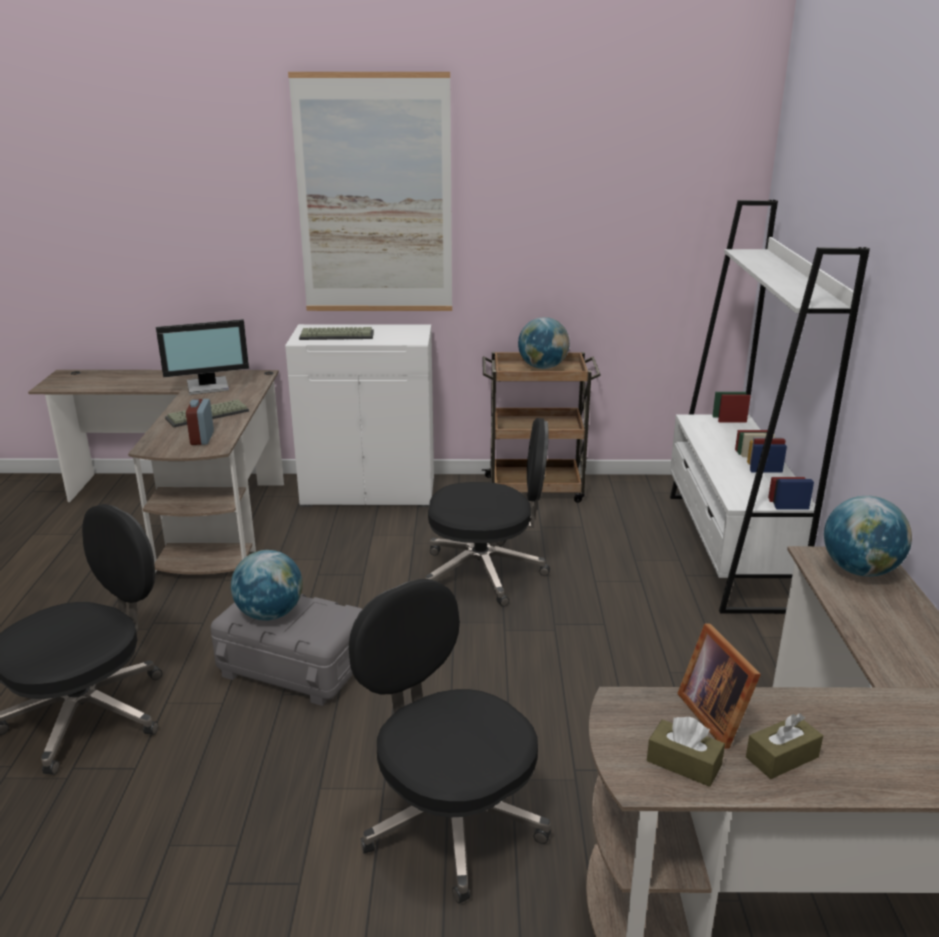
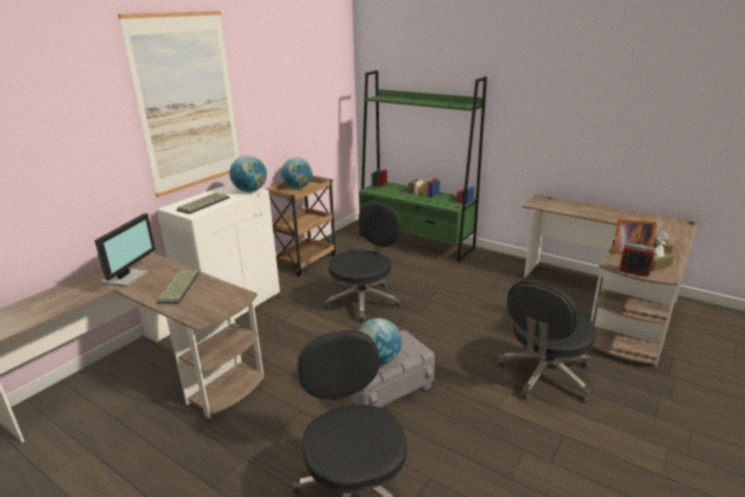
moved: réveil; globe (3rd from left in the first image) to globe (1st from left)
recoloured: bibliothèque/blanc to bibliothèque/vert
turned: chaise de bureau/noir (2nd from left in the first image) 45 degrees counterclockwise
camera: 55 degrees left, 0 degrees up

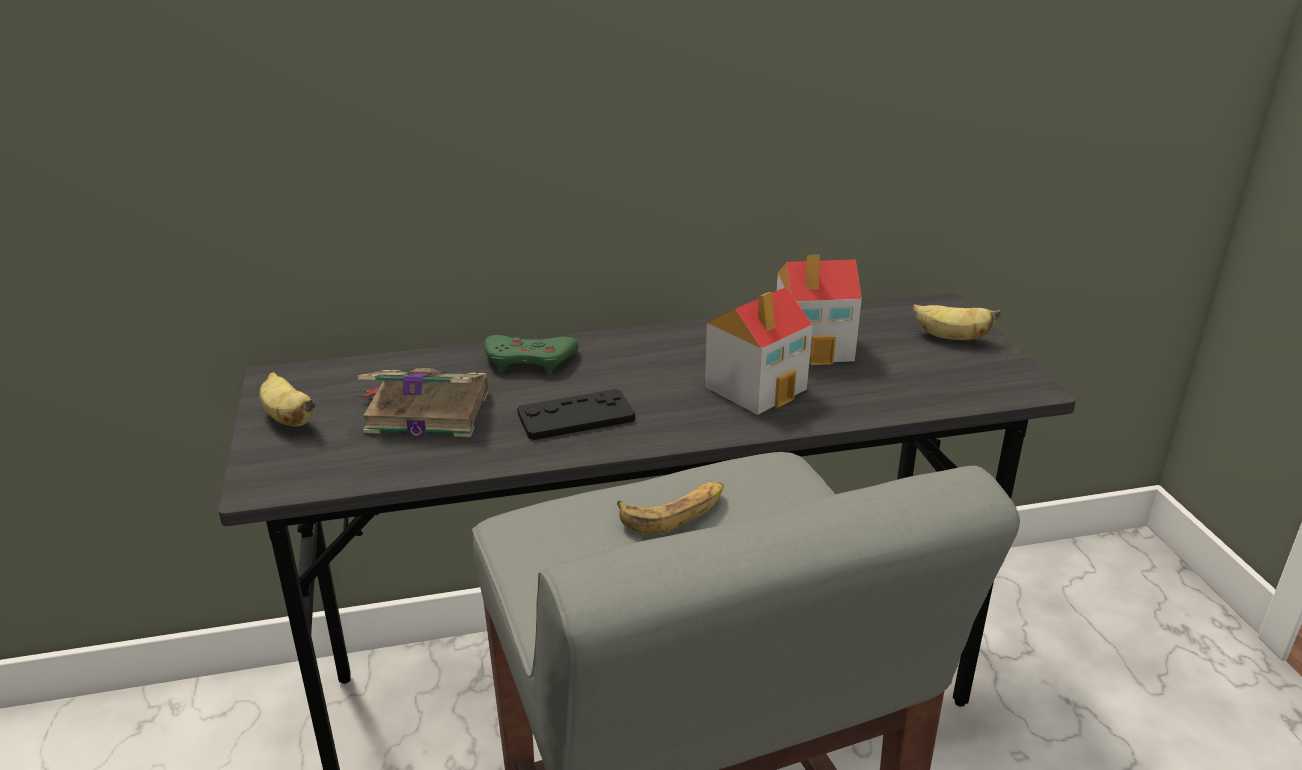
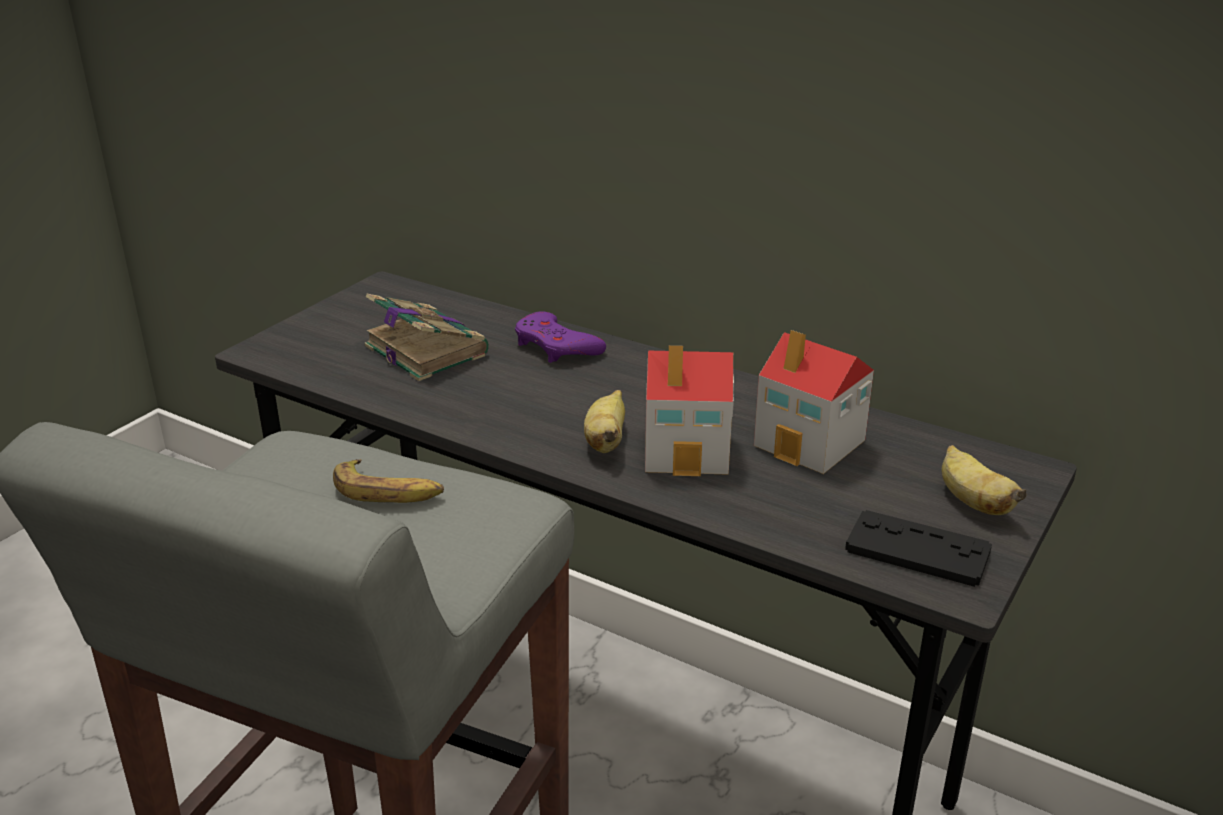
moved: banane (1st from left in the first image) to banane (2nd from left); manette/noir
recoloured: manette/vert to manette/violet
camera: 45 degrees right, 0 degrees up

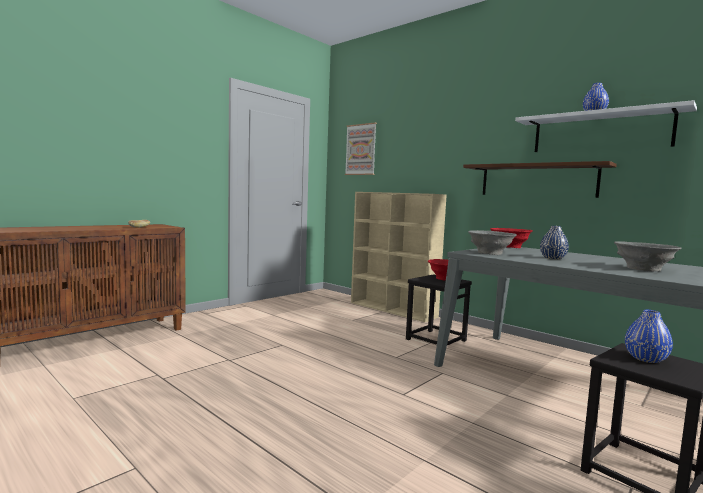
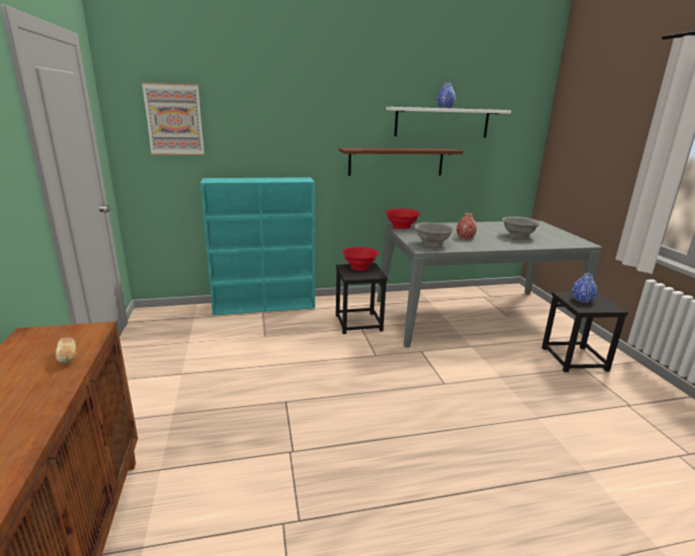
recoloured: bibliothèque/beige to bibliothèque/turquoise; vase/bleu (1st from left) to vase/rouge
camera: 55 degrees left, 15 degrees up

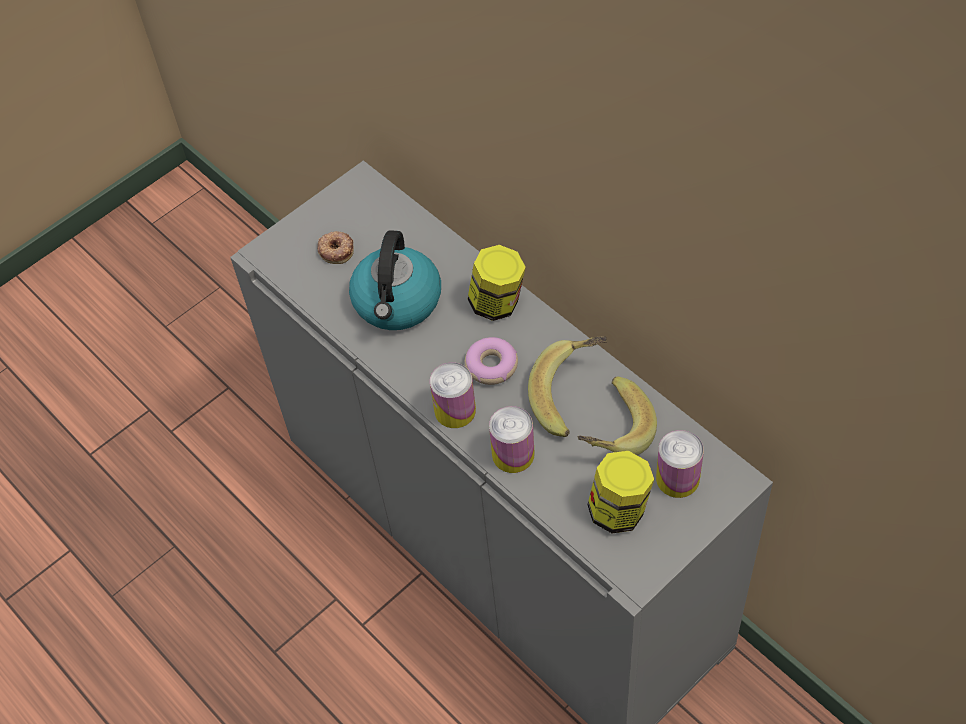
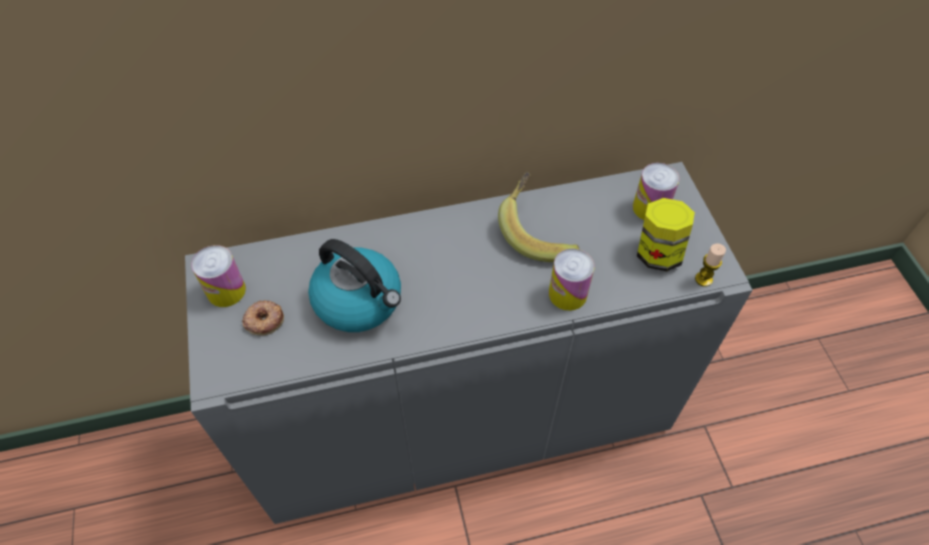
removed: beignet (2nd from left); bocal (1st from left); banane (2nd from left)
added: bougie
moved: boîte métallique (1st from left)
camera: 65 degrees left, 0 degrees up

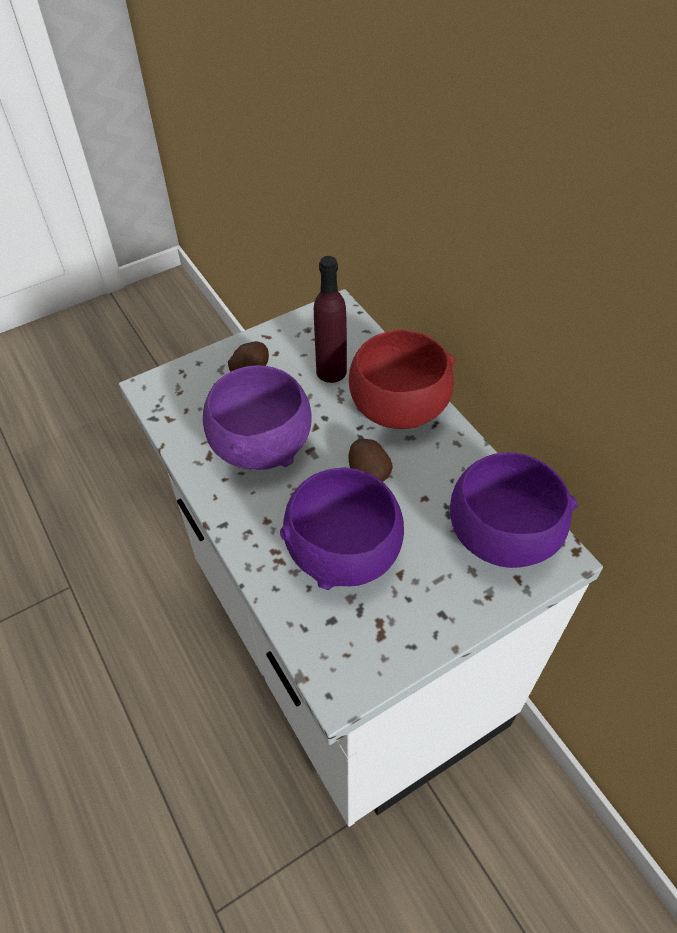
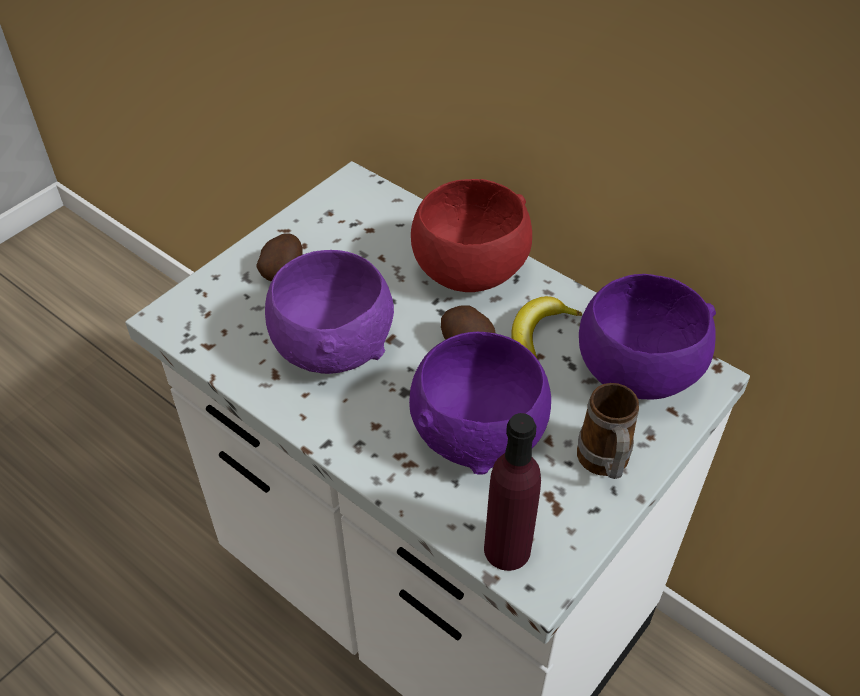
added: banane; mug
moved: bouteille/violet
camera: 20 degrees left, 5 degrees down

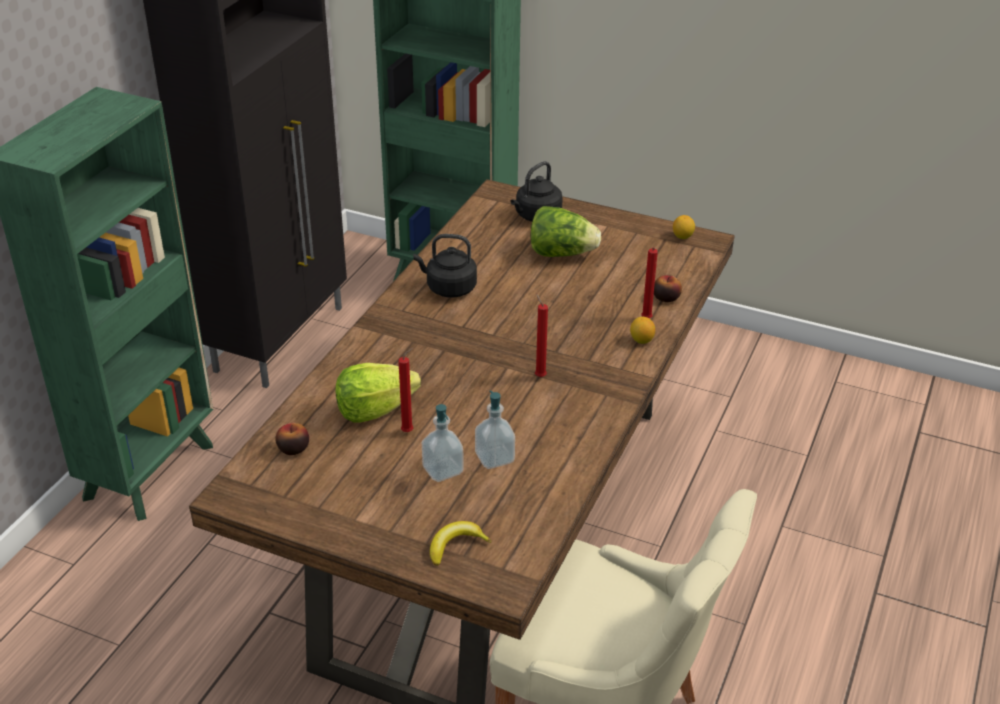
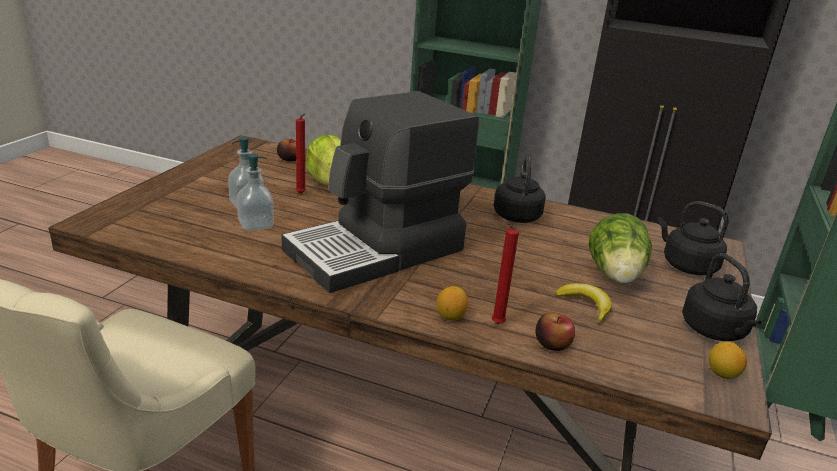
added: bouilloire/noir (3rd from left)
moved: banane
replaced: bougie/rouge (2nd from left) to machine à café
camera: 85 degrees right, 10 degrees down

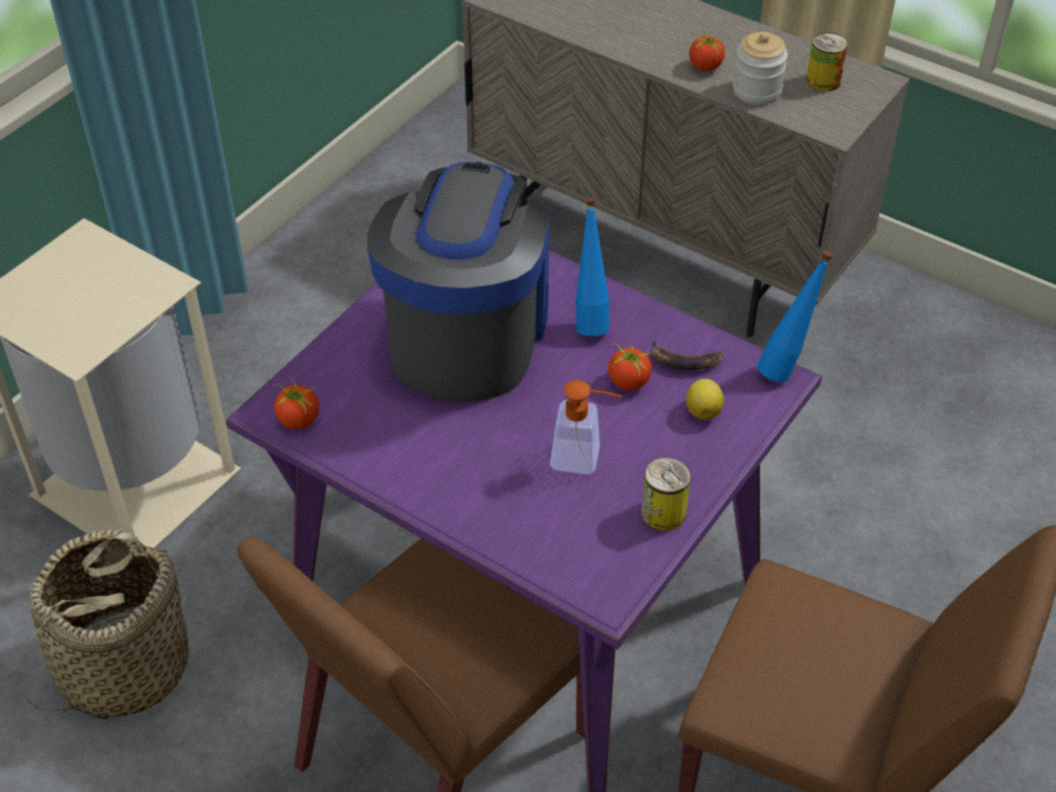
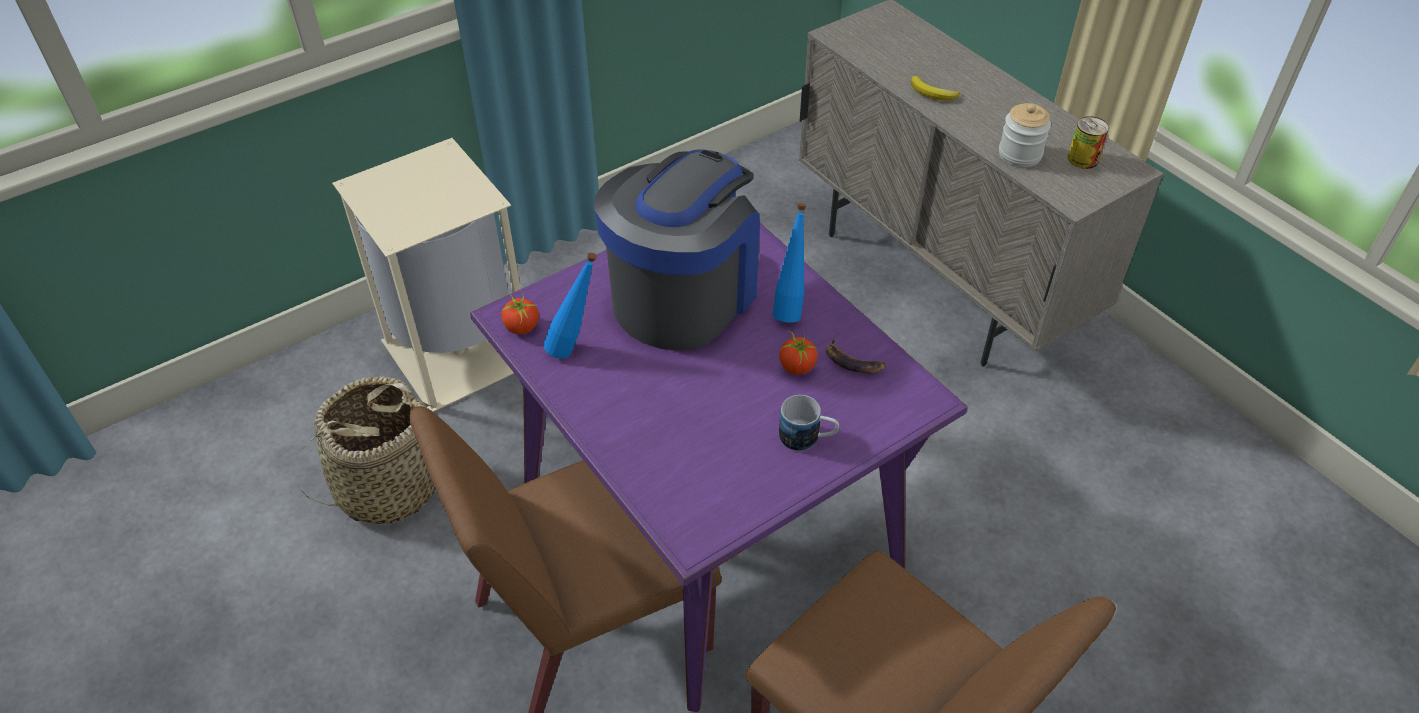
removed: distributeur de savon; boîte métallique (1st from left); citron; tomate (3rd from left)
added: mug; banane (2nd from left)
moved: bouteille/bleu (2nd from left in the first image) to bouteille/bleu (1st from left)
camera: 20 degrees right, 0 degrees up

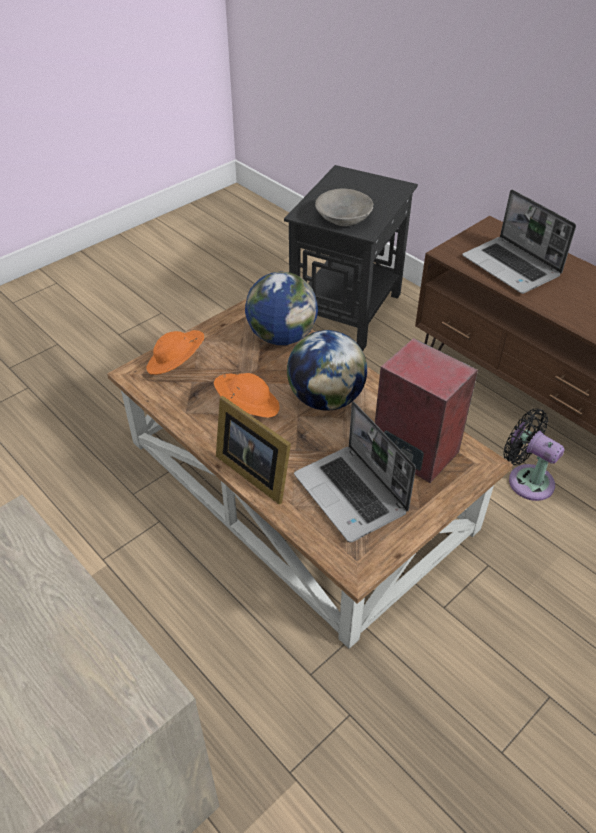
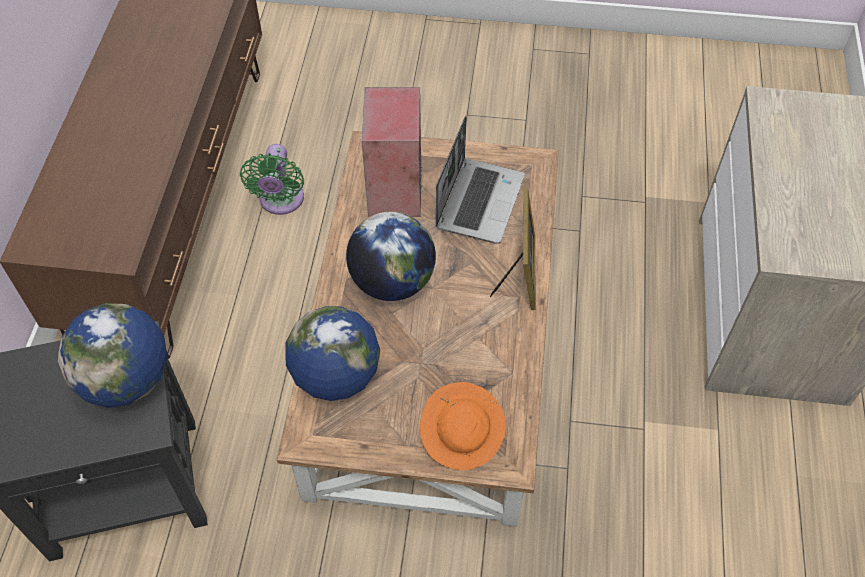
removed: chapeau/orange (2nd from left); ordinateur portable (2nd from left)
replaced: bol/gris to globe (1st from left)
recoloured: ventilateur/noir to ventilateur/vert
camera: 130 degrees left, 10 degrees up

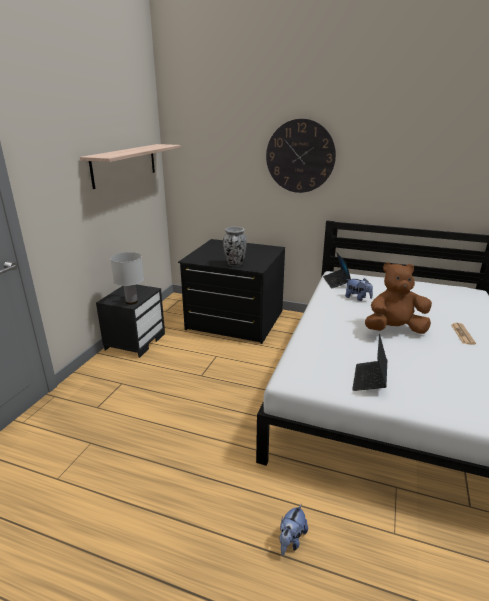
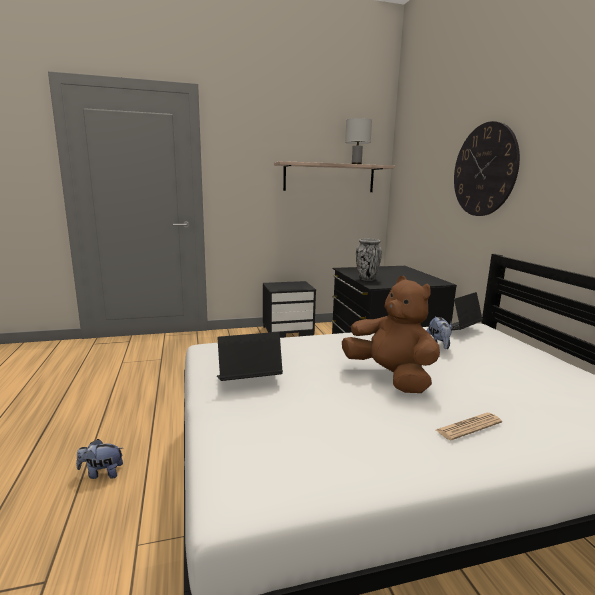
moved: lampe de table/blanc
camera: 55 degrees right, 10 degrees down

